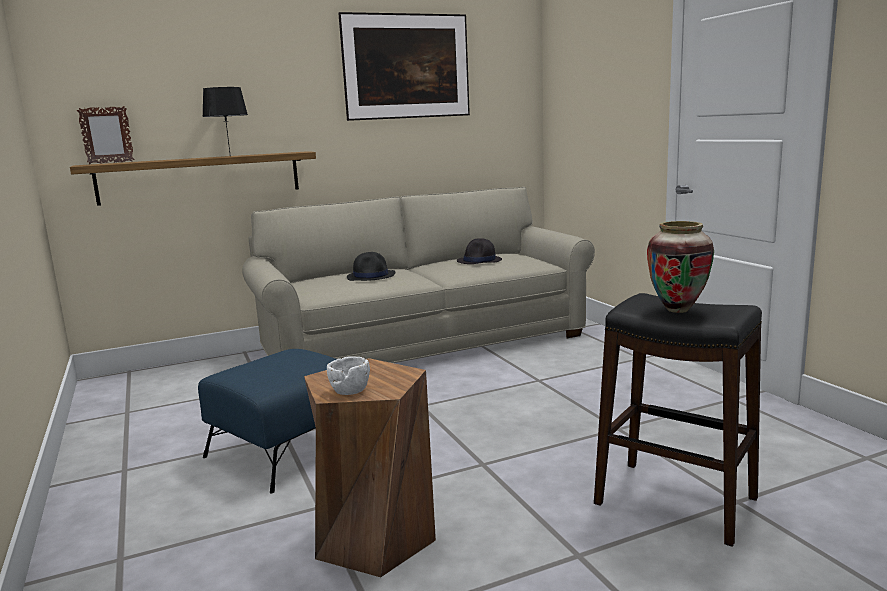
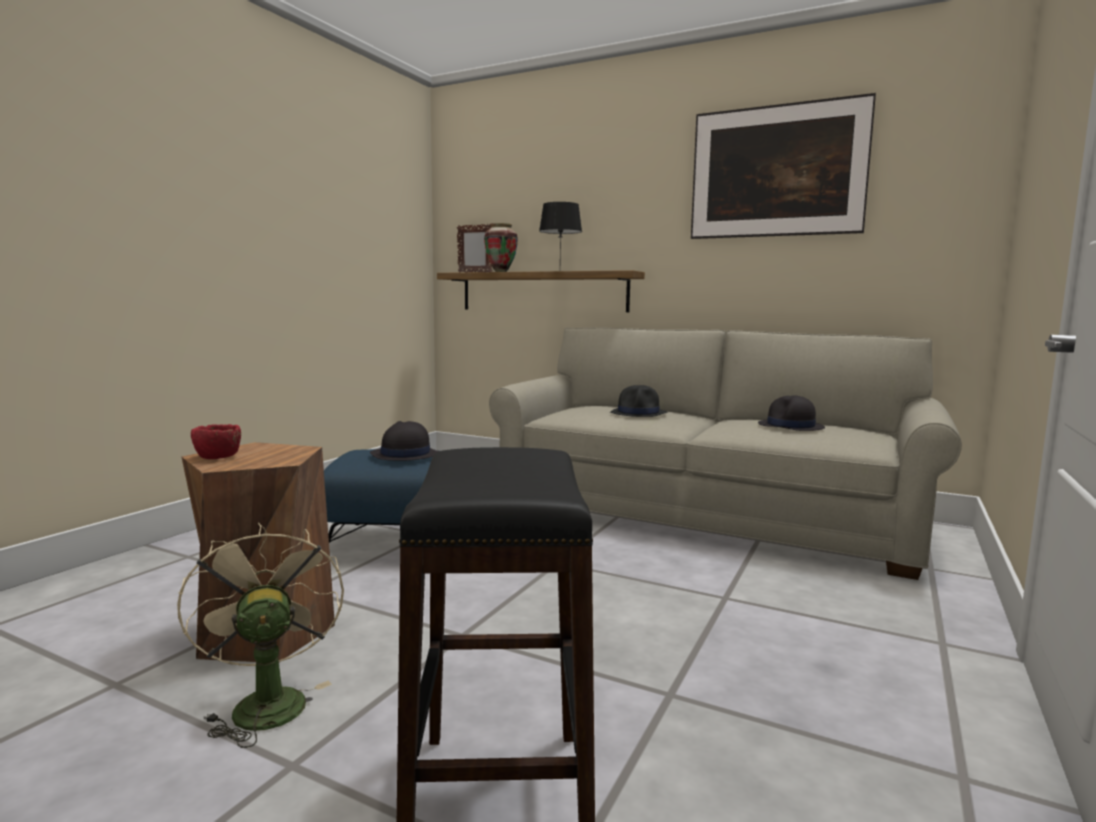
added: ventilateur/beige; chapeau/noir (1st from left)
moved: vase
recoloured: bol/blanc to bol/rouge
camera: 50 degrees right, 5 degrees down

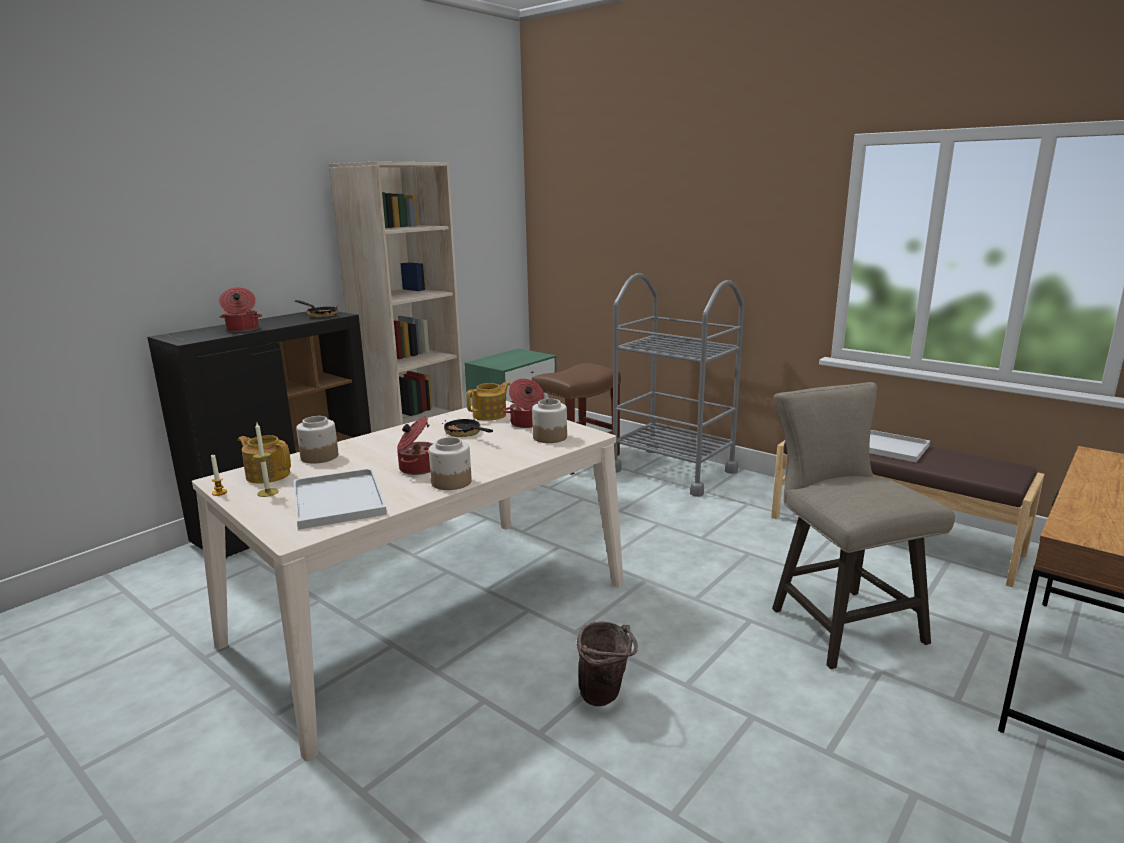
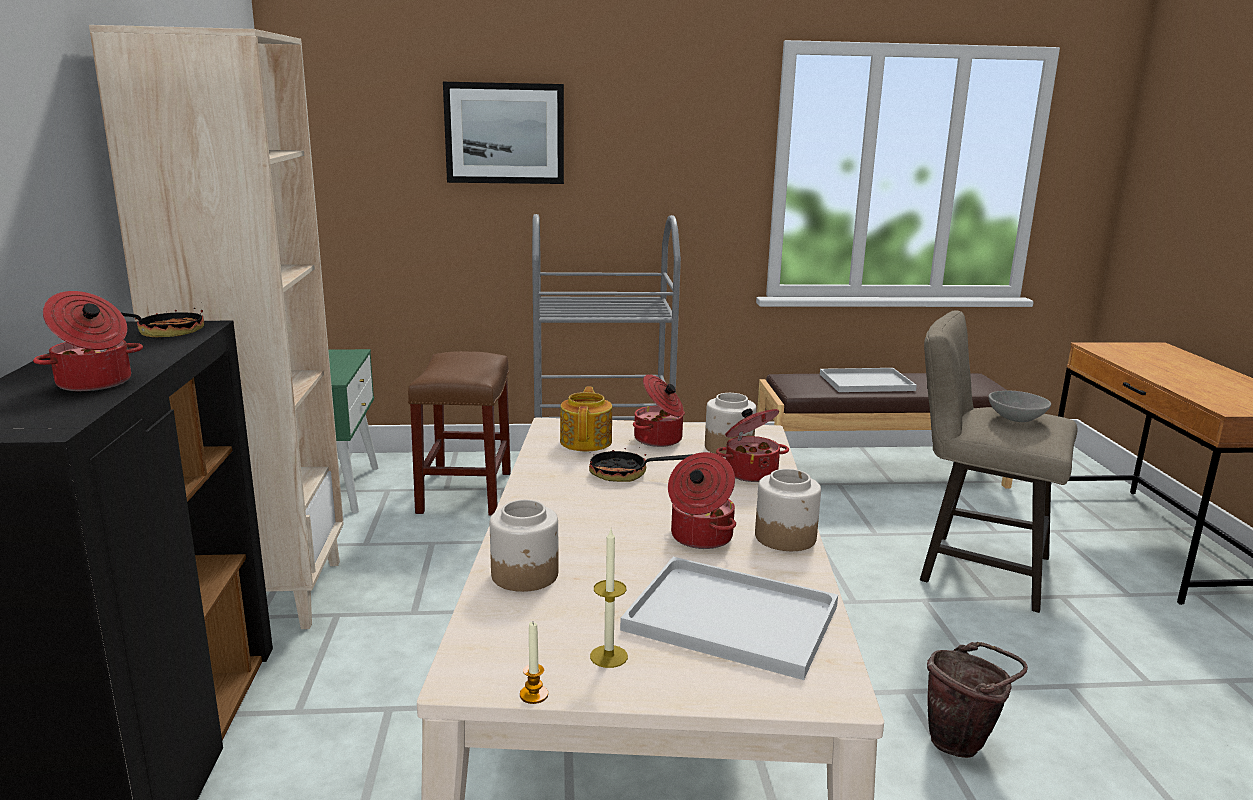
removed: théière (1st from left)
added: tableau; marmite (4th from left); bol/gris
camera: 45 degrees left, 0 degrees up

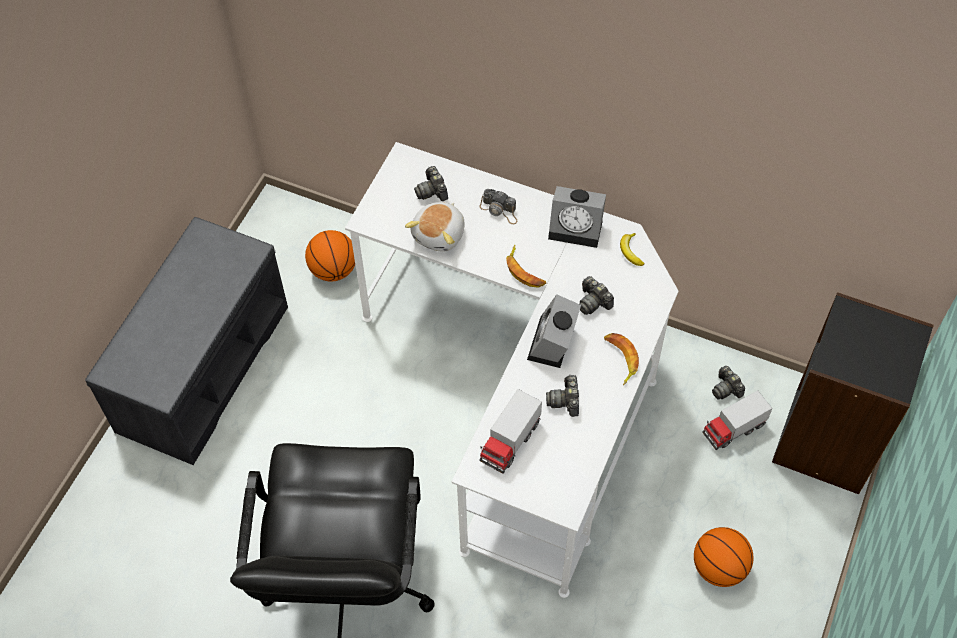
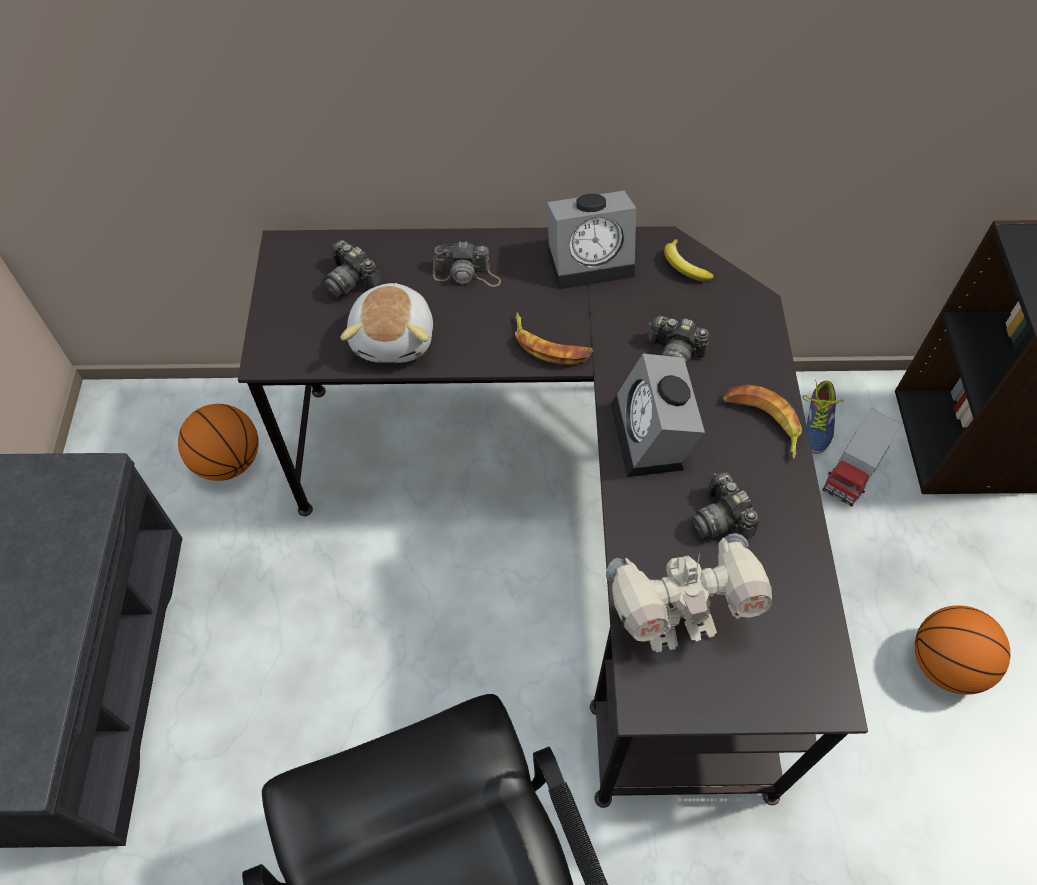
replaced: camion jouet (1st from left) to robot jouet; appareil photo (5th from left) to chaussure
recoloured: bureau/blanc to bureau/noir
camera: 25 degrees left, 0 degrees up

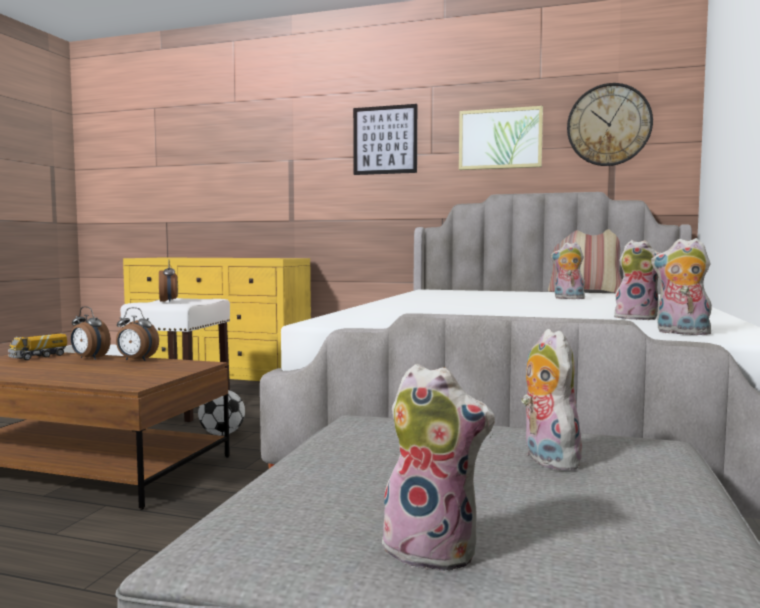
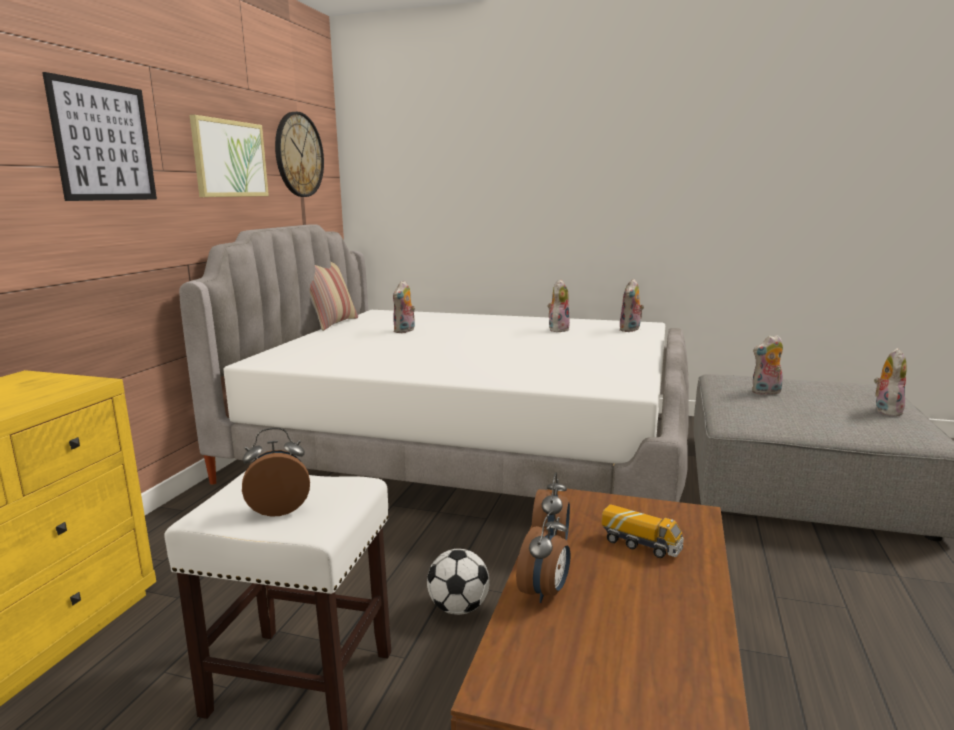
moved: camion jouet
camera: 90 degrees left, 10 degrees up

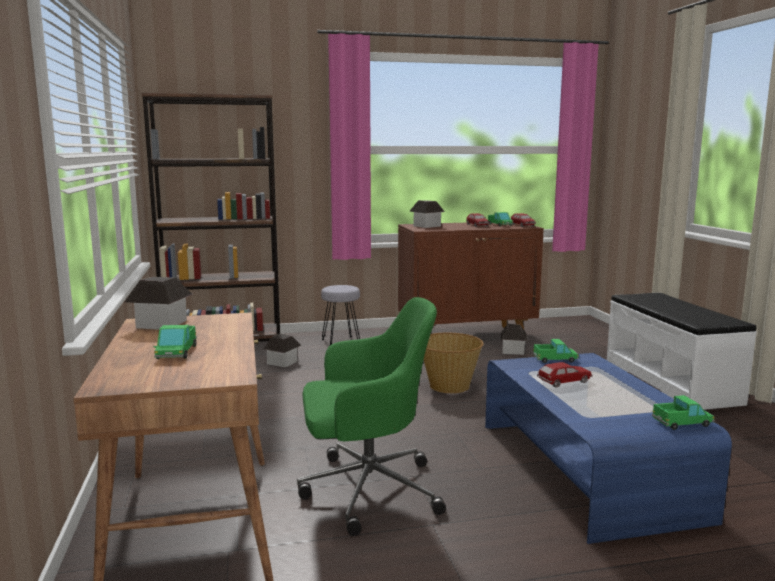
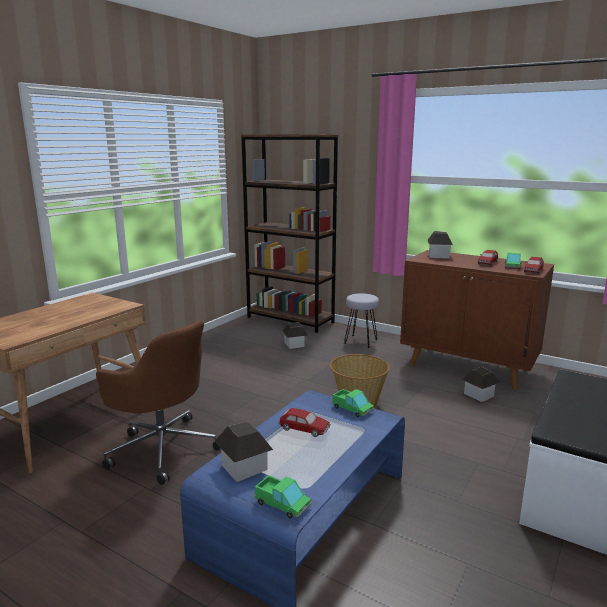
removed: camion jouet (1st from left)
moved: maison miniature (1st from left)
recoloured: chaise de bureau/vert to chaise de bureau/marron
camera: 45 degrees right, 5 degrees up

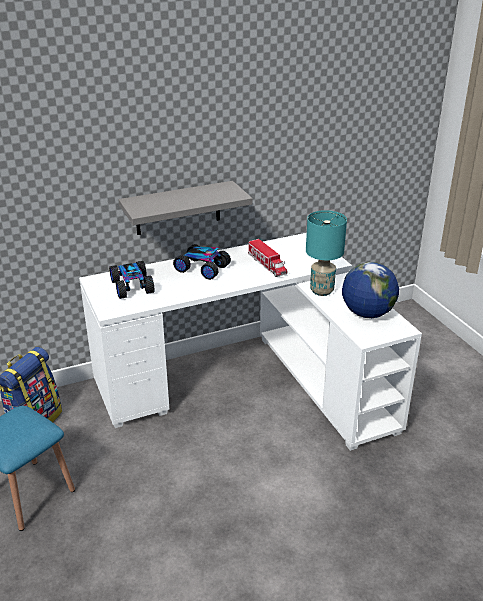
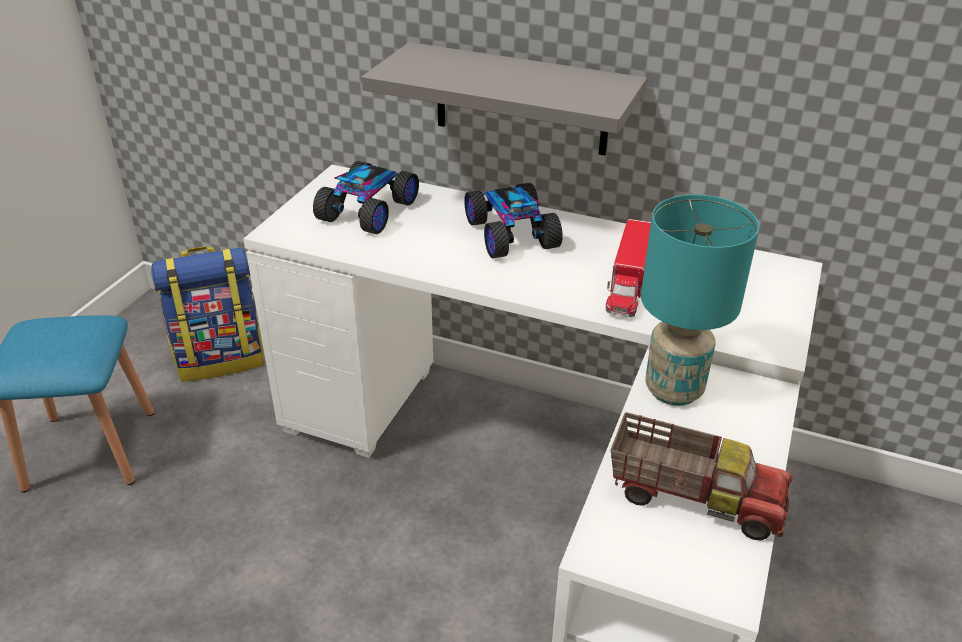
replaced: globe to camion jouet (2nd from left)
camera: 45 degrees right, 5 degrees up

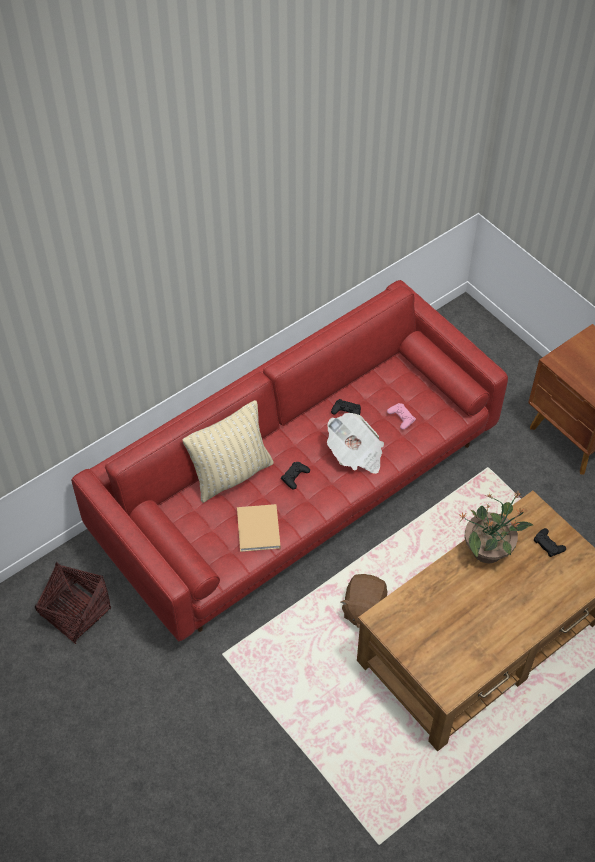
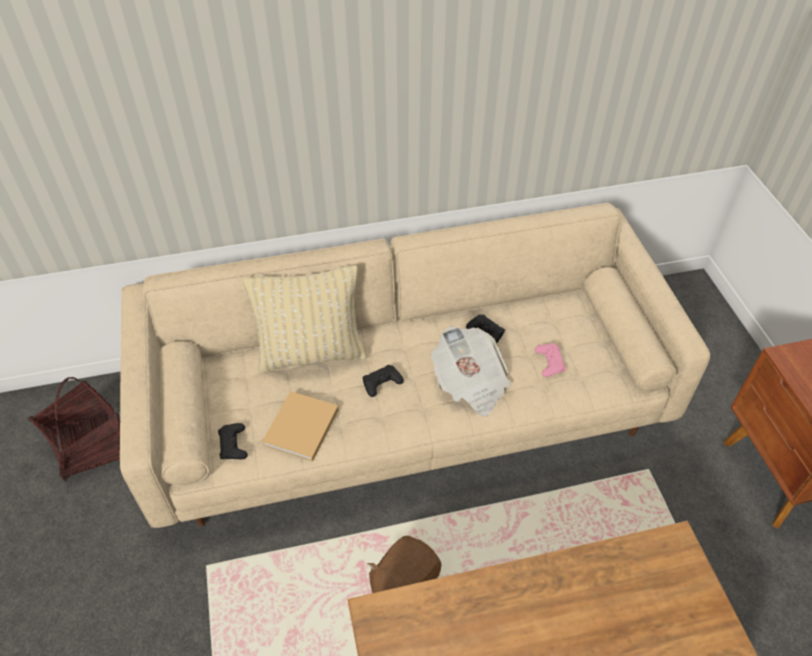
removed: plante en pot
moved: manette/noir (3rd from left in the first image) to manette/noir (1st from left)
recoloured: canapé/rouge to canapé/beige
camera: 25 degrees right, 5 degrees down

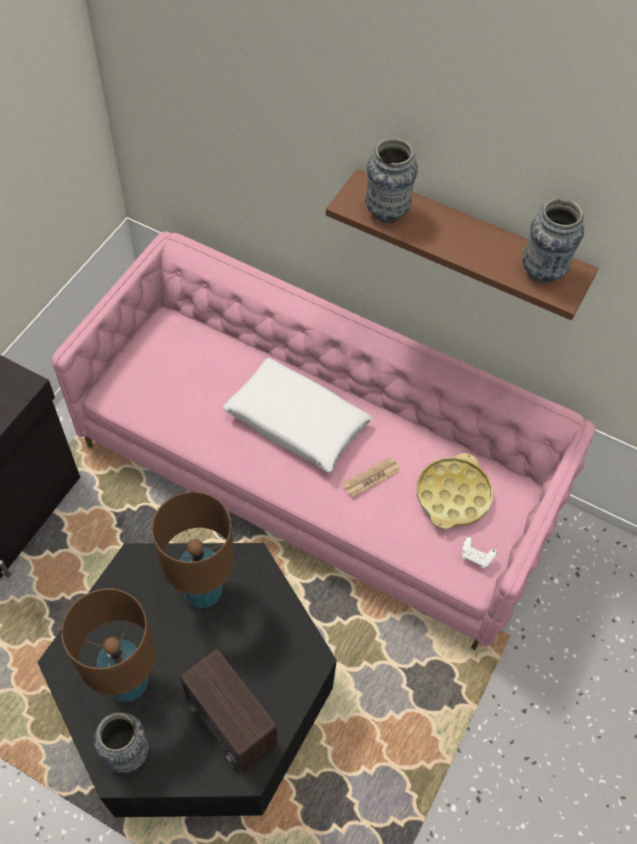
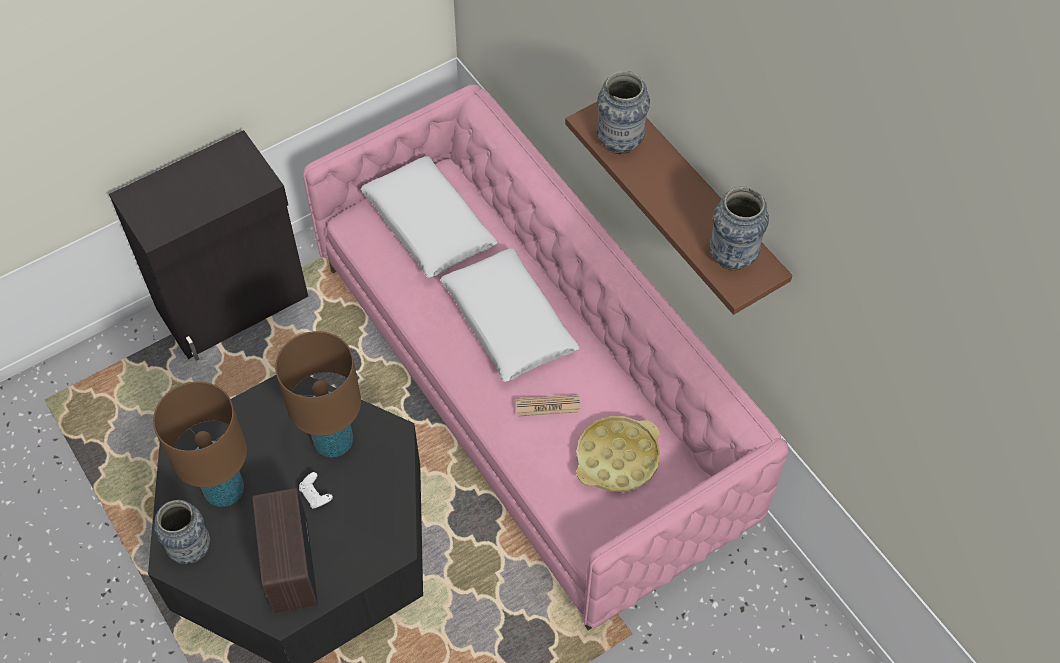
added: coussin/blanc (1st from left)
moved: manette/blanc
camera: 30 degrees right, 0 degrees up

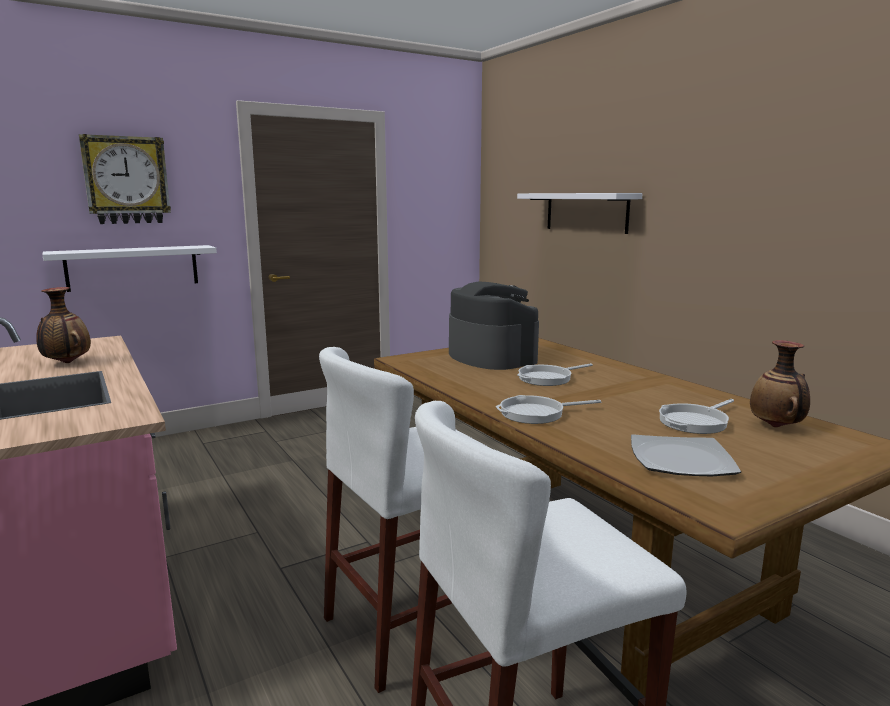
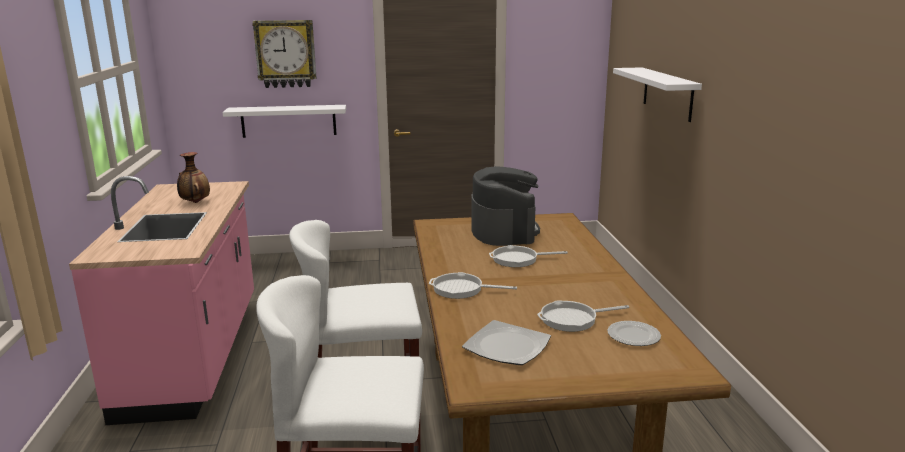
replaced: vase (2nd from left) to assiette (2nd from left)
camera: 25 degrees right, 5 degrees up

